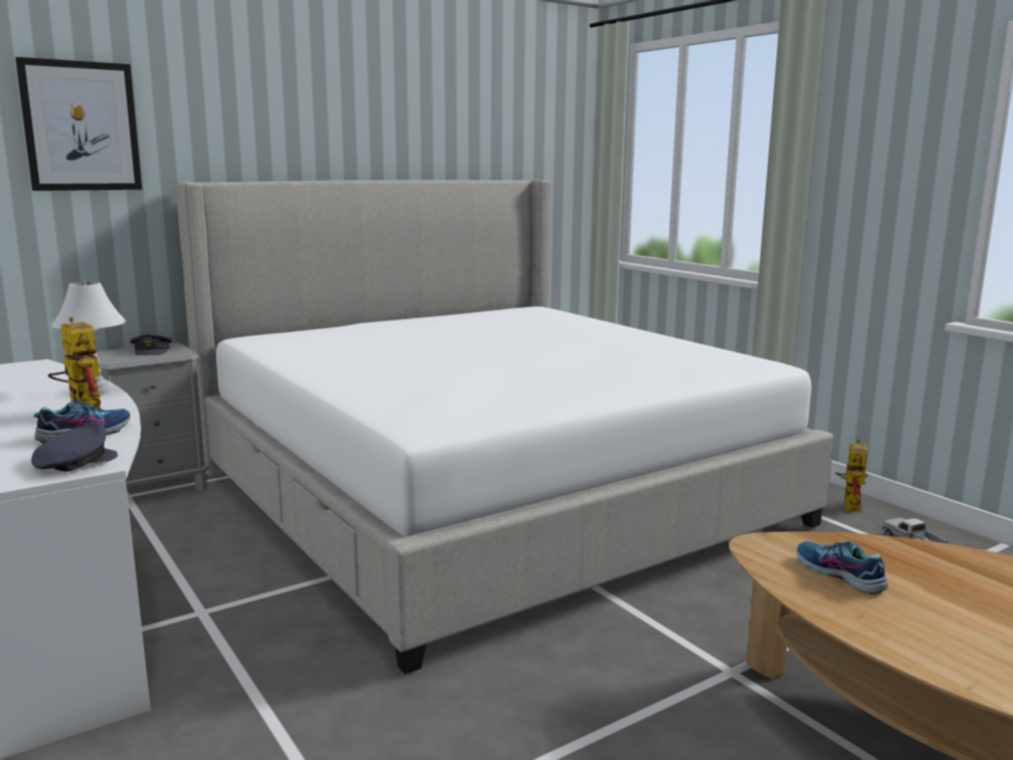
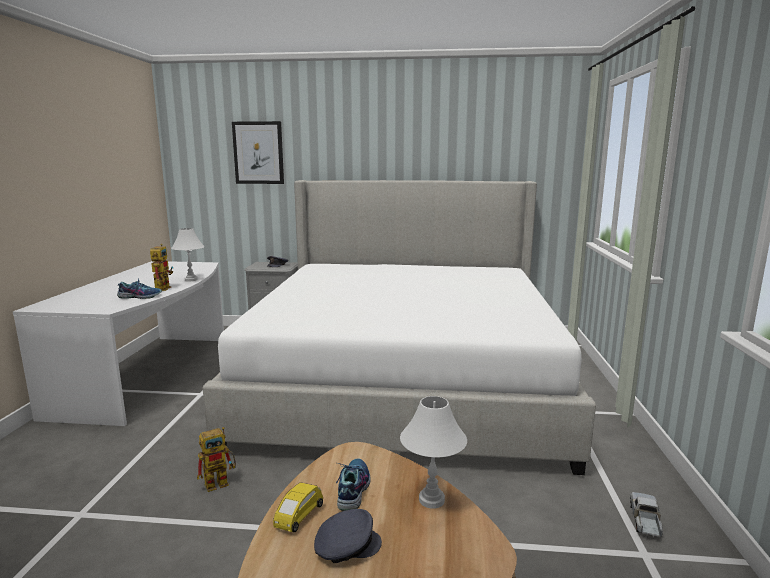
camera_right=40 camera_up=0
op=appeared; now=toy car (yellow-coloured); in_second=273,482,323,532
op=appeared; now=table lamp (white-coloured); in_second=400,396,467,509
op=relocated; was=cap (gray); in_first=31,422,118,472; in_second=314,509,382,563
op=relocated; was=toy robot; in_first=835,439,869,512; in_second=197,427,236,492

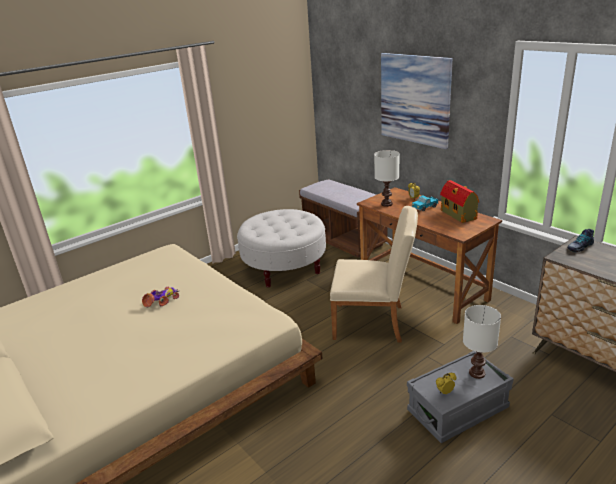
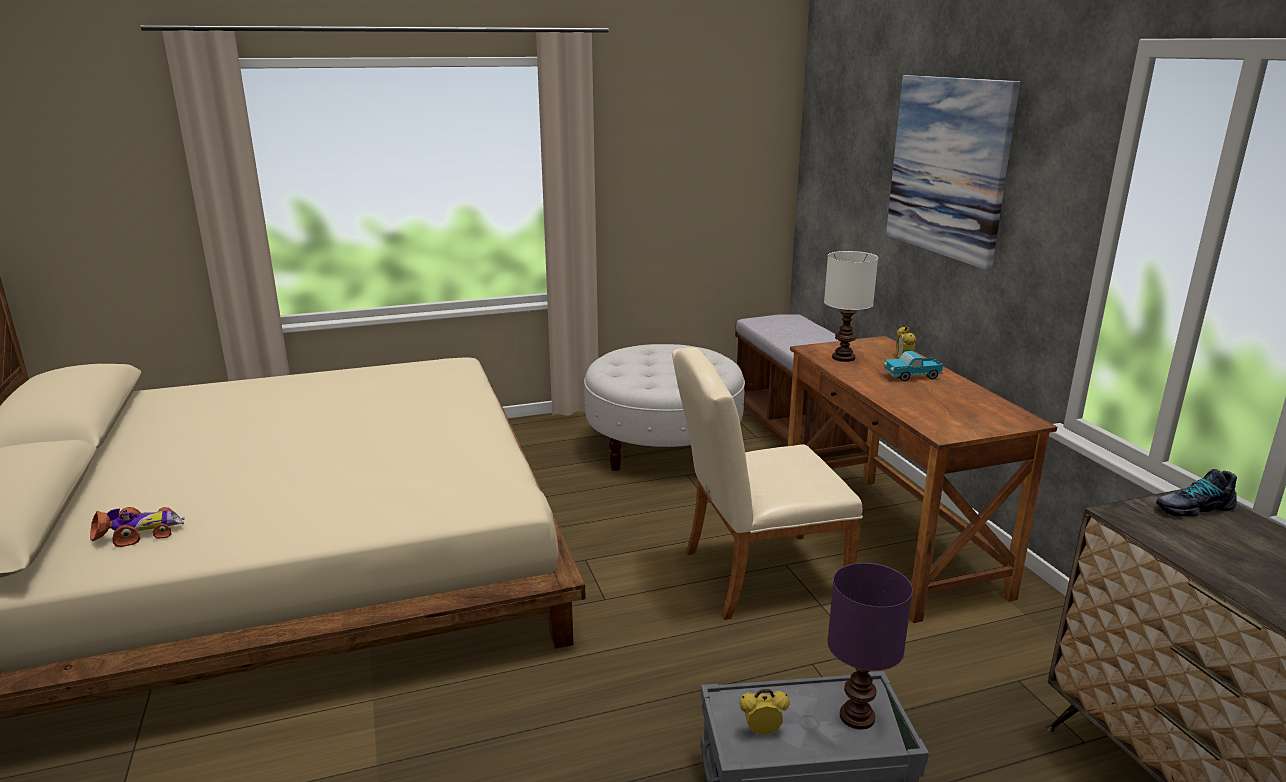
camera_right=20 camera_up=-5
op=missing; was=model house; in_first=440,180,479,223
op=relocated; was=toy car; in_first=142,287,180,307; in_second=90,507,185,547
op=colour; was=table lamp (white-coloured); now=table lamp (purple-coloured); in_first=463,305,501,379; in_second=827,563,913,730
op=spun; was=plain chair (beige); in_first=330,206,418,343; in_second=672,347,863,620; clockwise=135

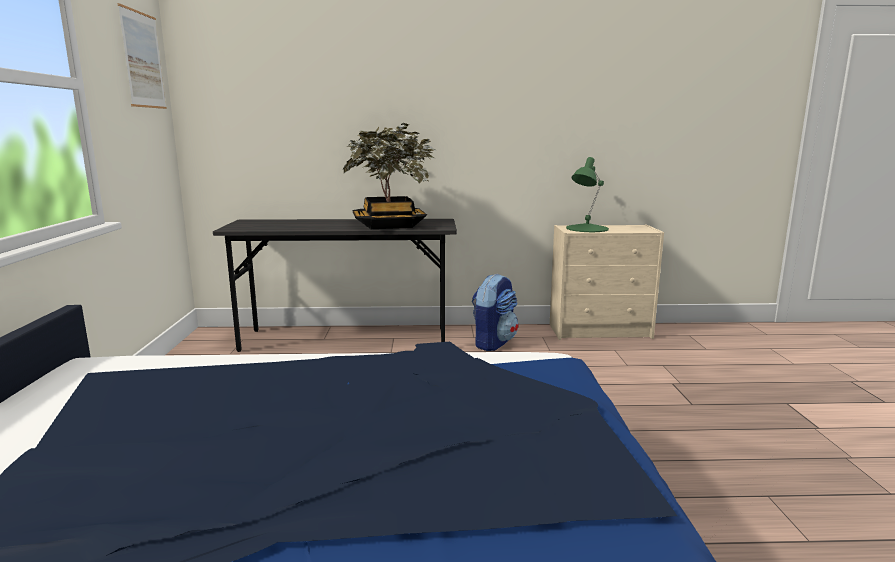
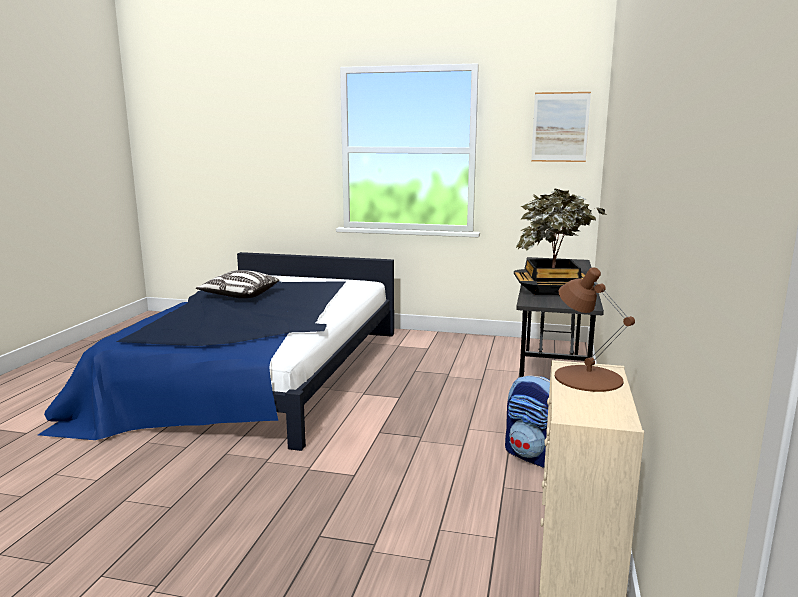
camera_right=105 camera_up=0
op=appeared; now=throw pillow; in_second=196,270,279,298
op=colour; was=table lamp (green-coloured); now=table lamp (brown-coloured); in_first=566,157,609,232; in_second=555,267,635,392

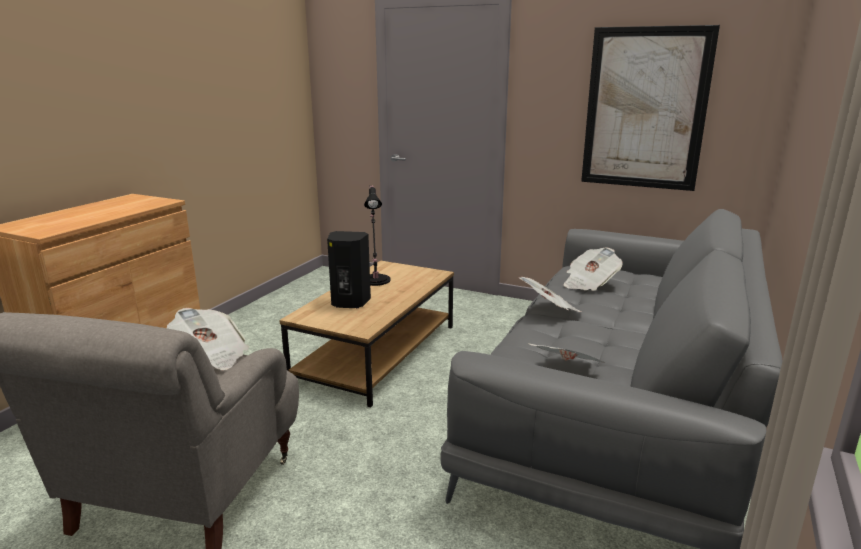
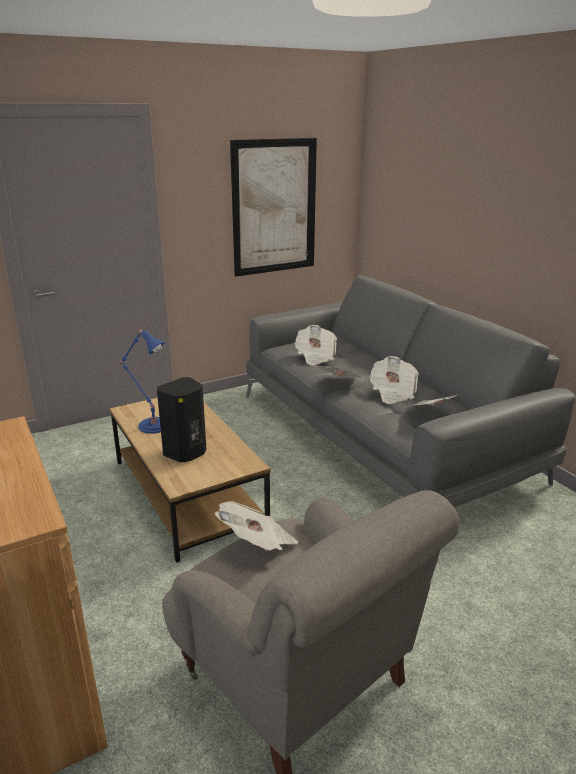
camera_right=-55 camera_up=5
op=appeared; now=daily paper; in_second=369,356,419,404
op=colour; was=table lamp (blackish); now=table lamp (blue); in_first=364,185,390,286; in_second=118,329,165,434

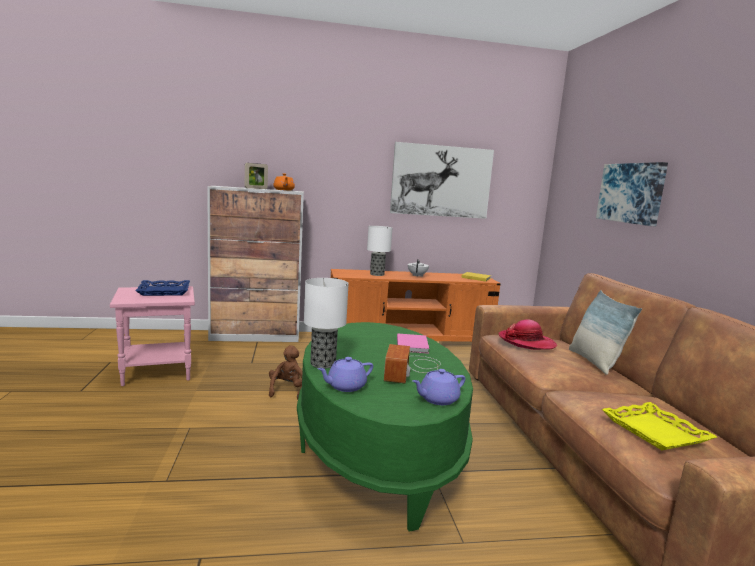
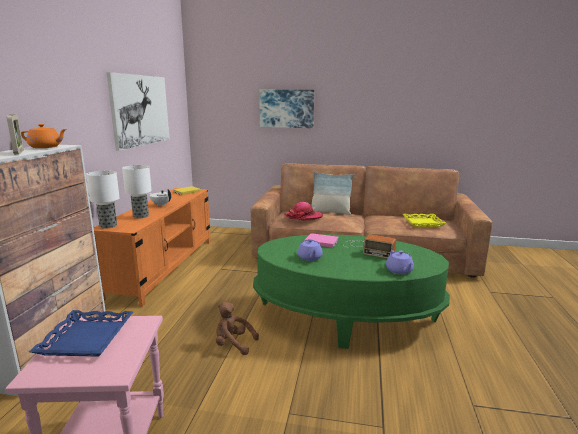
camera_right=-70 camera_up=5
op=relocated; was=table lamp; in_first=304,278,349,369; in_second=86,171,120,229
op=relocated; was=pot for tea (purple-coloured); in_first=412,369,465,405; in_second=297,239,323,261

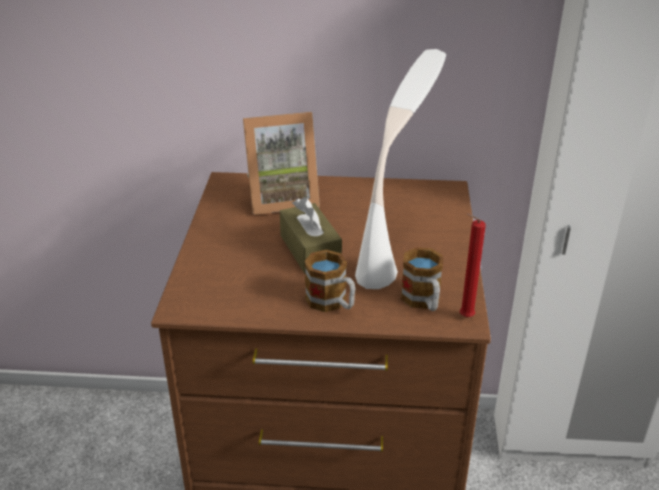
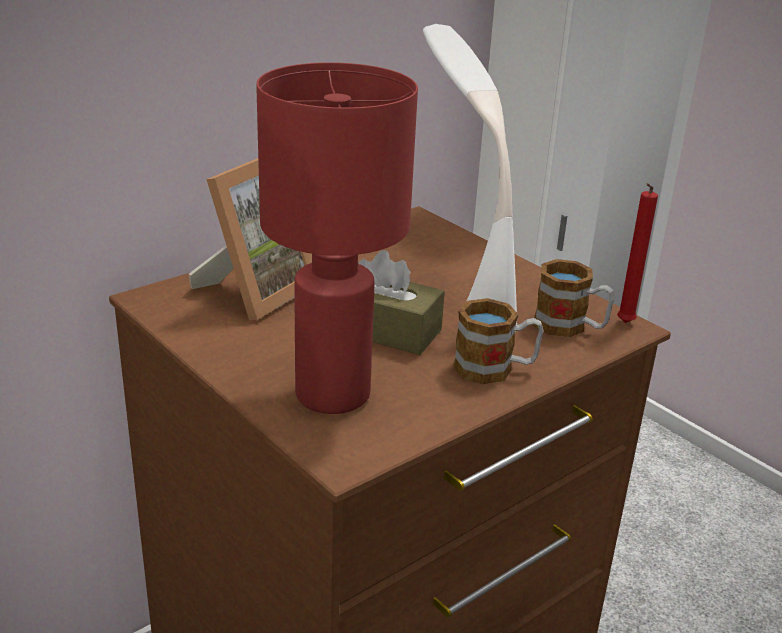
camera_right=-45 camera_up=-5
op=appeared; now=table lamp (red); in_second=256,62,418,414

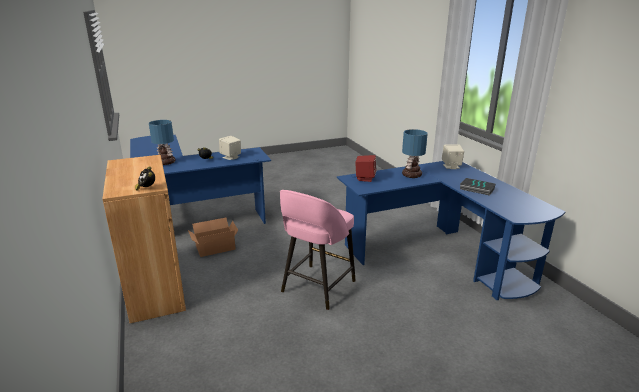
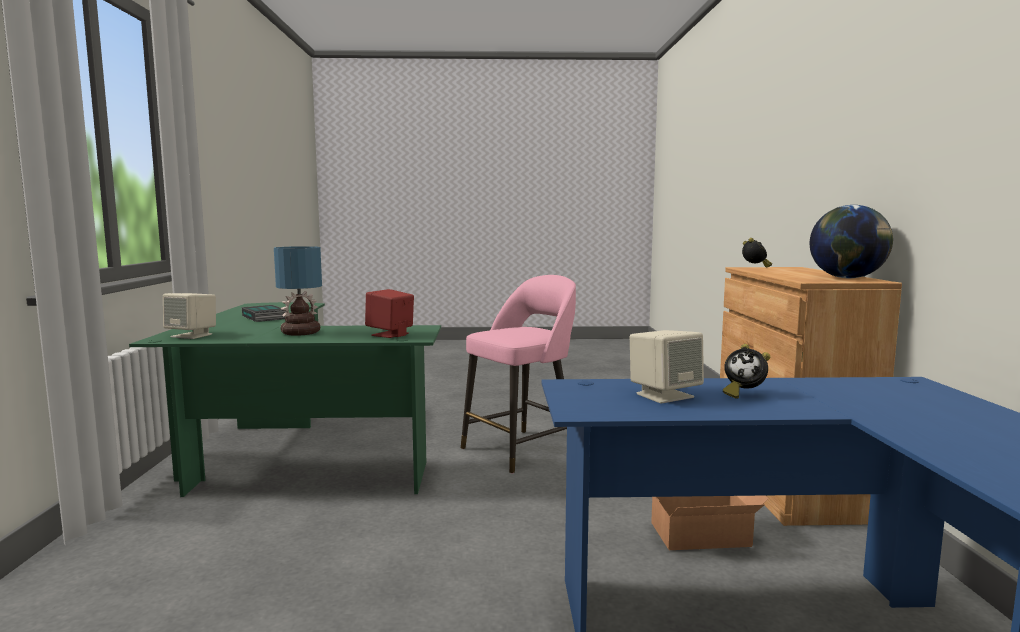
camera_right=-160 camera_up=-15
op=missing; was=table lamp; in_first=149,120,176,165
op=appeared; now=globe; in_second=810,205,893,278
op=colour; was=desk (blue); now=desk (green-coloured); in_first=337,161,565,300; in_second=129,302,441,497

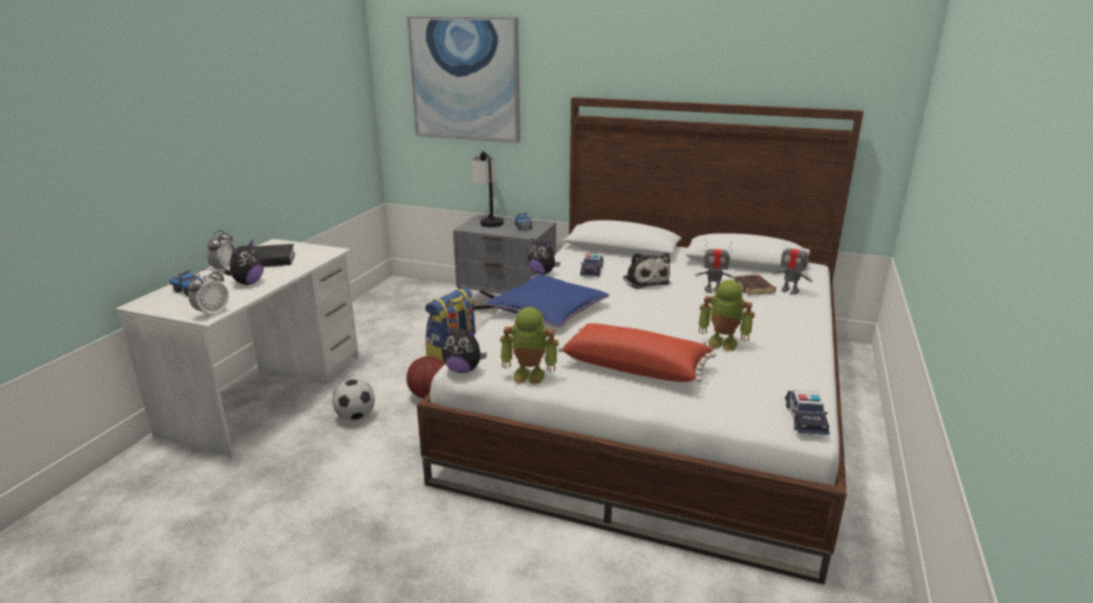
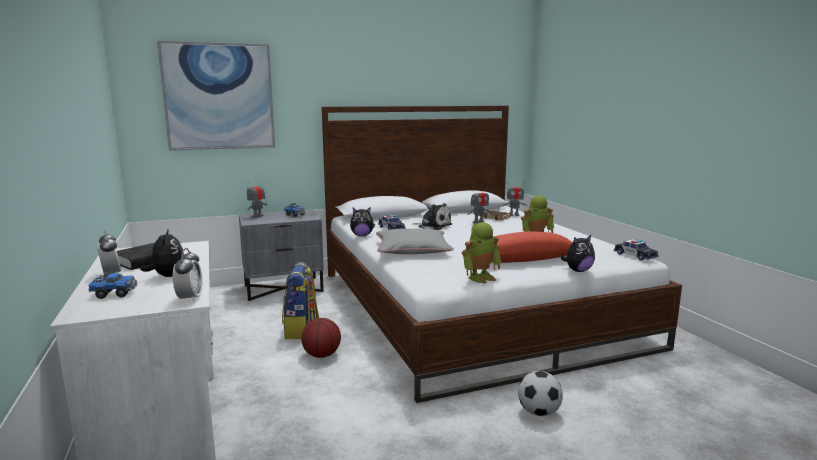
camera_right=-40 camera_up=-10
op=relocated; was=football ball; in_first=332,379,375,420; in_second=518,371,563,416
op=relocated; was=plush toy; in_first=442,326,487,373; in_second=561,235,595,272
op=exchanged; was=table lamp; now=toy robot; in_first=472,151,504,227; in_second=247,182,267,218
op=colour; was=throw pillow (blue); now=throw pillow (gray); in_first=485,275,609,327; in_second=376,229,454,254

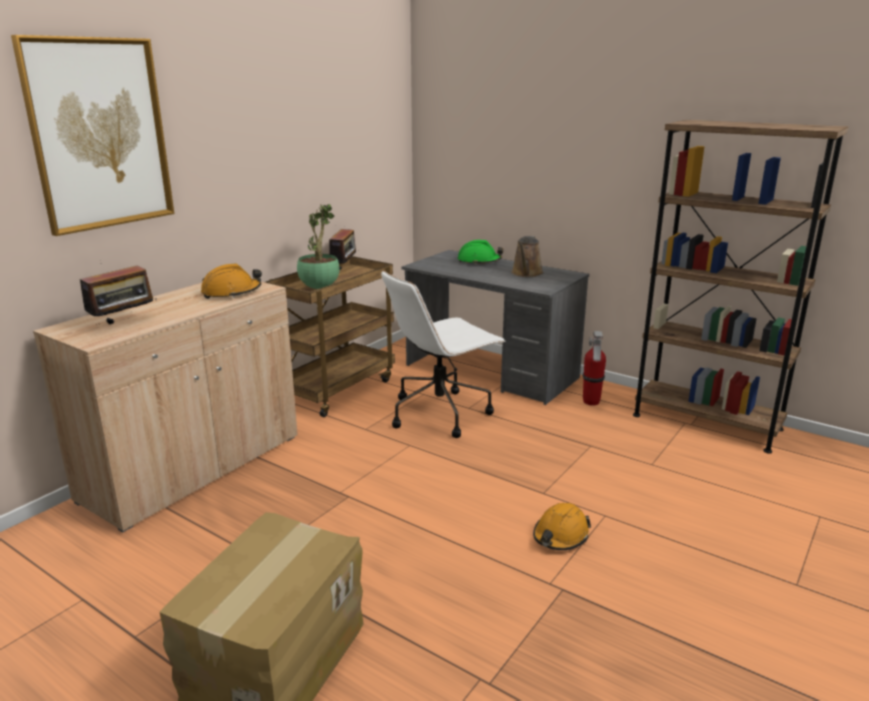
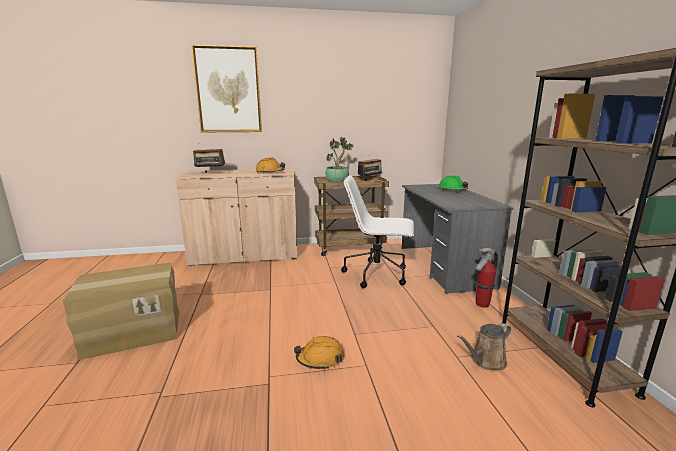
camera_right=45 camera_up=-5
op=relocated; was=sprinkling can (brown-coloured); in_first=511,236,543,277; in_second=457,323,511,370

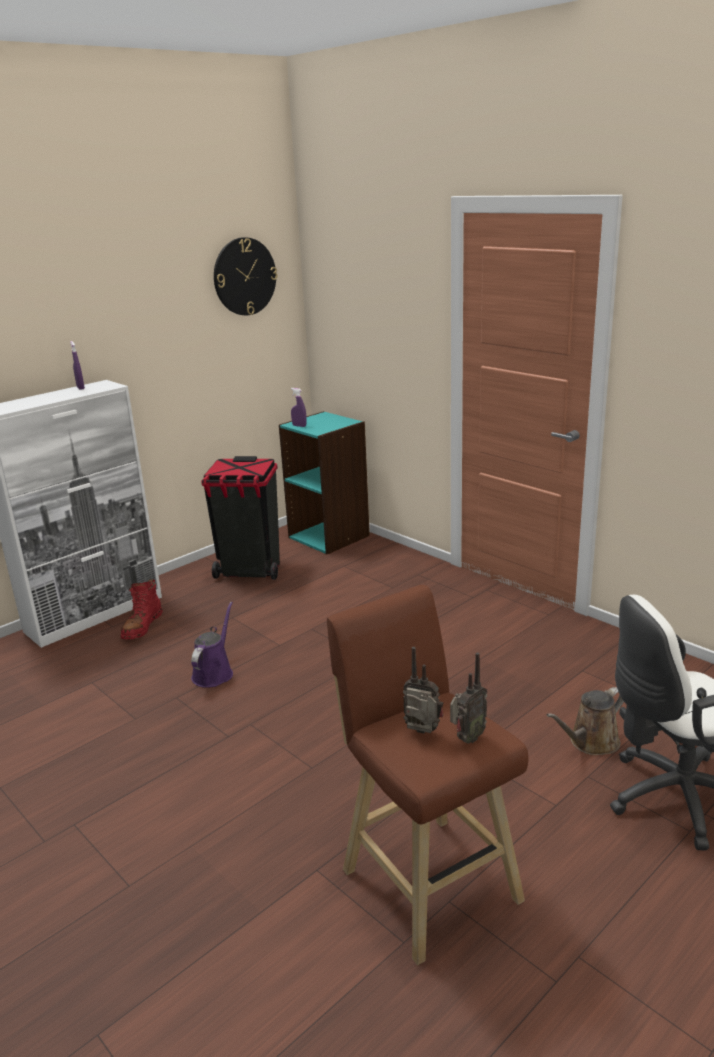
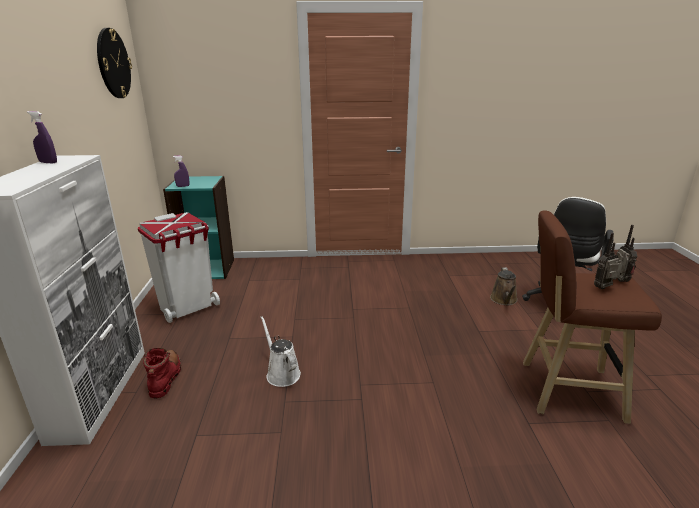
camera_right=-50 camera_up=0
op=colour; was=sprinkling can (purple-coloured); now=sprinkling can (white-coloured); in_first=191,602,233,688; in_second=261,316,301,387
op=colour; was=waste bin (blackish); now=waste bin (white-coloured); in_first=201,456,280,580; in_second=138,212,220,323
op=spun; was=tall boot (red); in_first=120,579,162,639; in_second=143,348,181,399; clockwise=-150

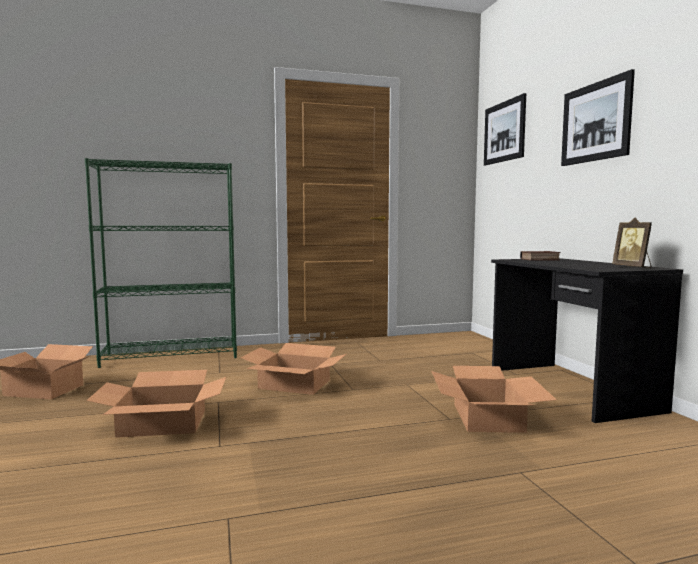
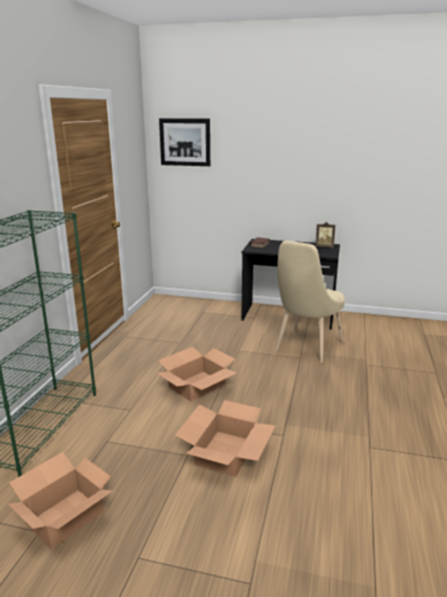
camera_right=-60 camera_up=15
op=missing; was=wall art; in_first=561,69,635,166
op=exchanged; was=cardboard box; now=plain chair (beige); in_first=431,366,557,433; in_second=275,241,345,363

